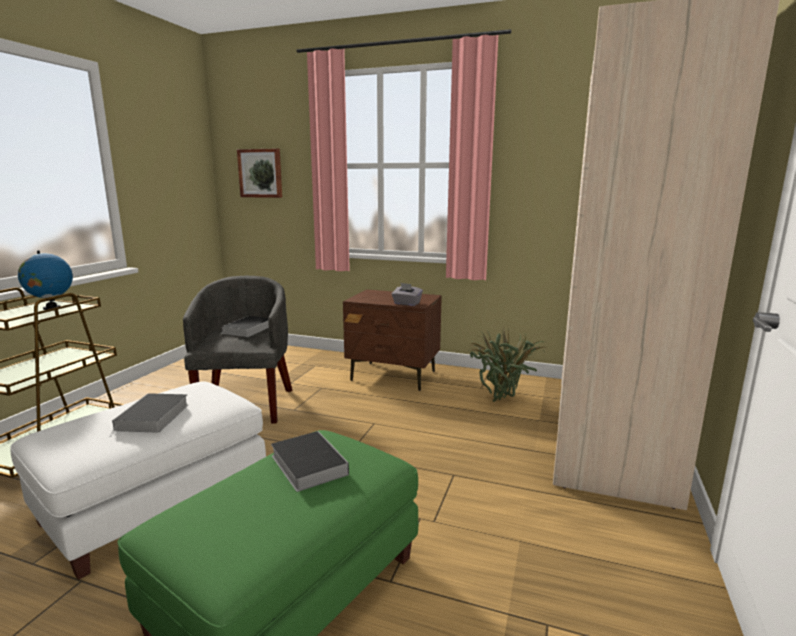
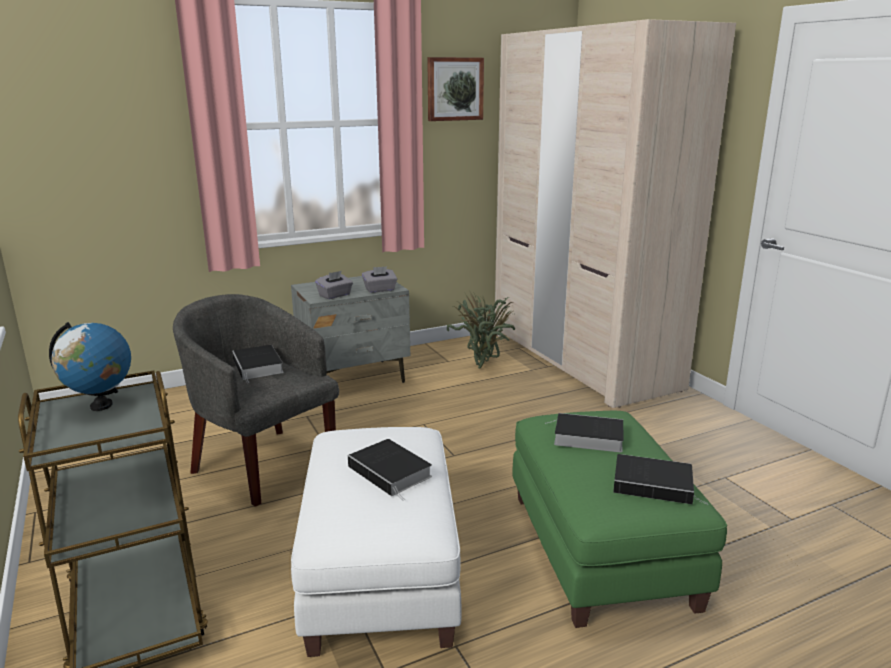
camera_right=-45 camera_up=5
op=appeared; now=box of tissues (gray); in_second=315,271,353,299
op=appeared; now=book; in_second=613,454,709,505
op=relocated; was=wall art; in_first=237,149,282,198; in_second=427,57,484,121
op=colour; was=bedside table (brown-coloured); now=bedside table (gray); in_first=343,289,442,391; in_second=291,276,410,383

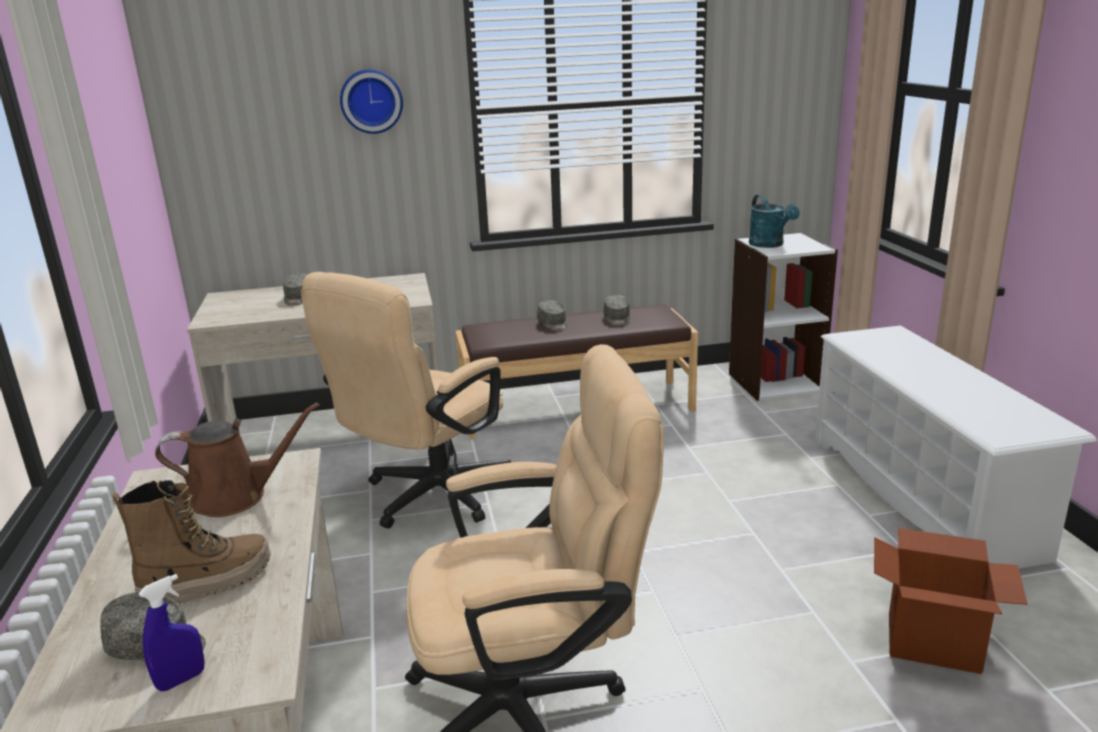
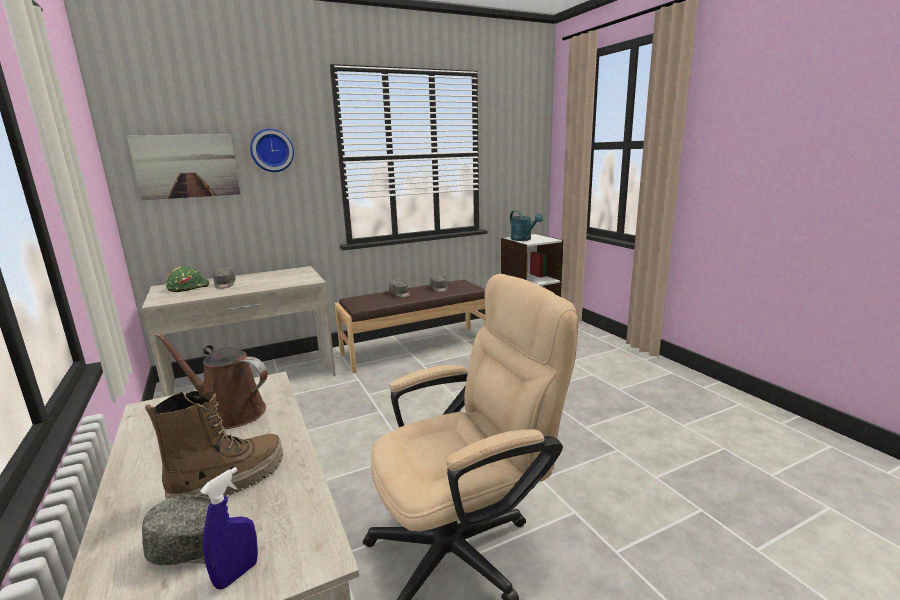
camera_right=-15 camera_up=-5
op=missing; was=computer chair (beige); in_first=301,272,511,528
op=missing; was=shoe rack (white-coloured); in_first=815,325,1097,568
op=missing; was=cardboard box; in_first=874,528,1028,674
op=appeared; now=wall art; in_second=127,134,240,200
op=appeared; now=work helmet (green-coloured); in_second=166,266,209,292
op=spun; was=sprinkling can (brown-coloured); in_first=155,403,320,517; in_second=155,333,268,429; clockwise=-135

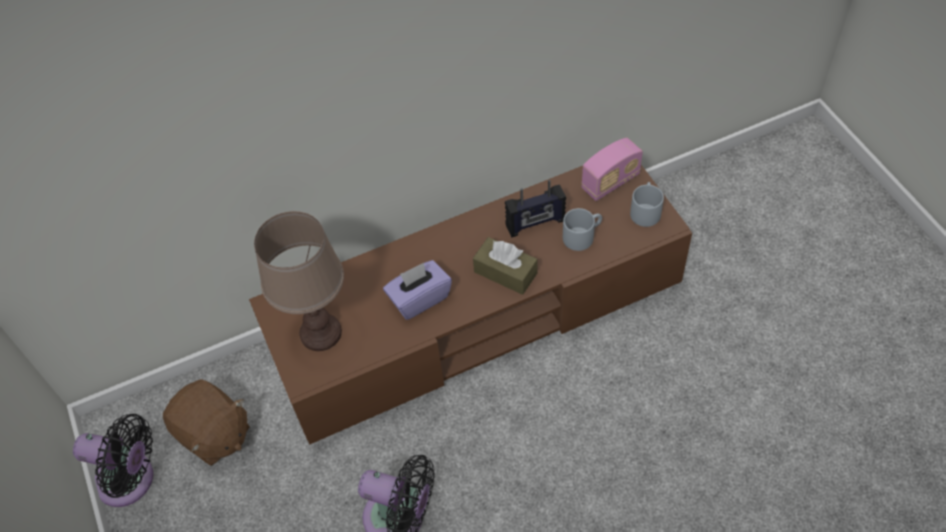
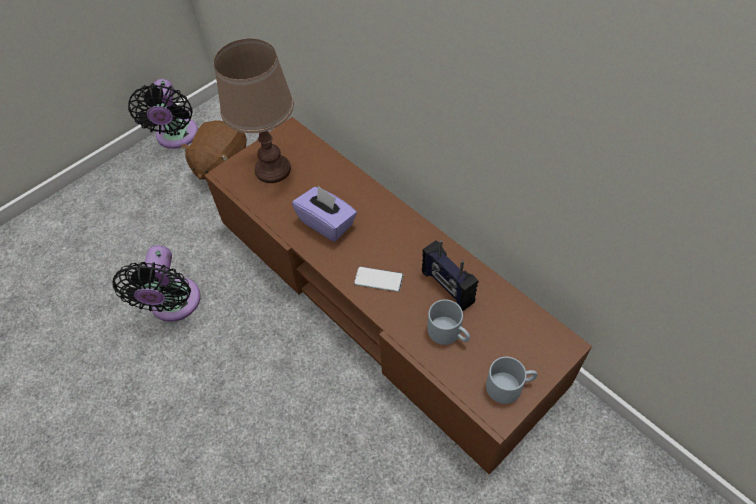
camera_right=70 camera_up=0
op=missing; was=radio set; in_first=581,138,643,201
op=exchanged; was=box of tissues (brown-coloured); now=handset; in_first=473,237,538,295; in_second=354,267,403,292

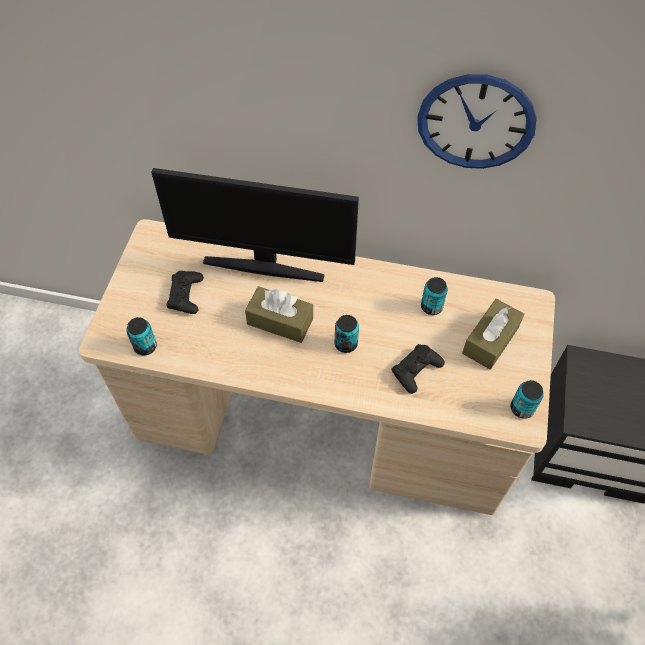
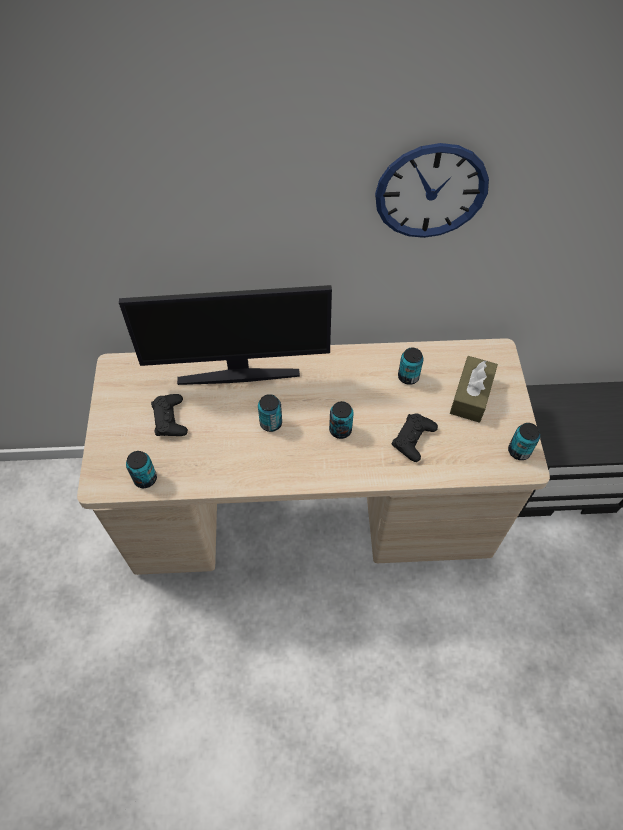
camera_right=-15 camera_up=0
op=exchanged; was=box of tissues (brown-coloured); now=sealed can; in_first=245,286,313,343; in_second=258,394,282,432

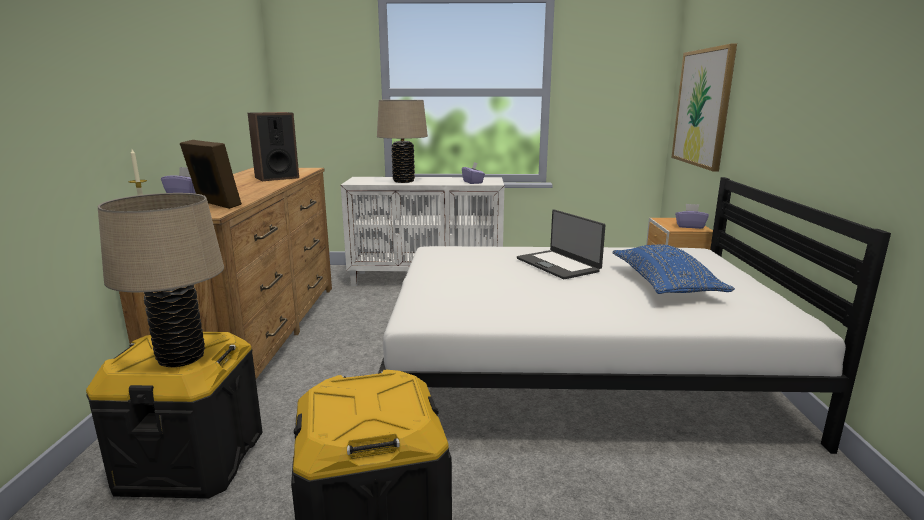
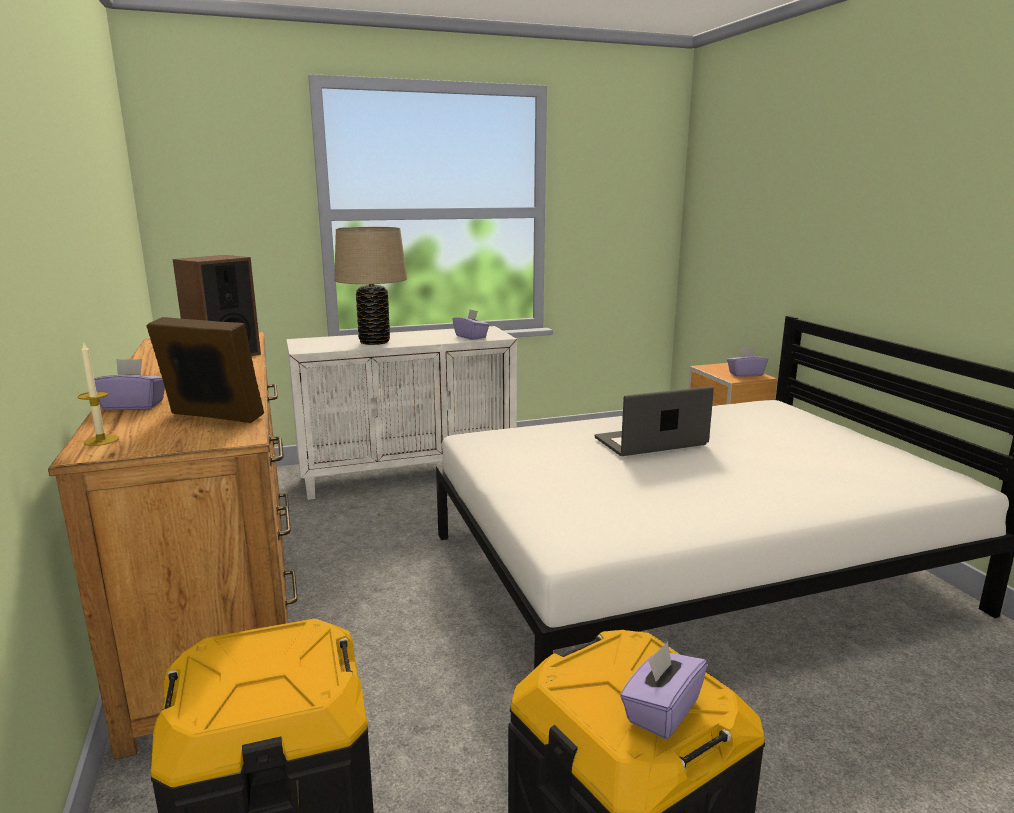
camera_right=-20 camera_up=0
op=missing; was=table lamp (beige); in_first=98,193,224,368
op=missing; was=throw pillow (blue); in_first=612,245,735,294
op=missing; was=wall art; in_first=671,44,737,172
op=appeared; now=box of tissues (purple-coloured); in_second=620,641,707,740
op=spun; was=portable computer; in_first=517,209,606,279; in_second=595,386,714,456; clockwise=120

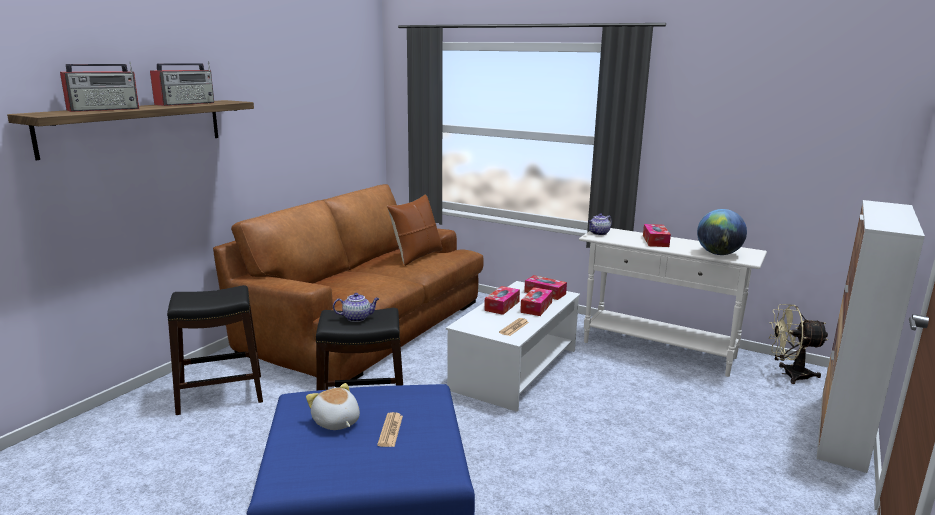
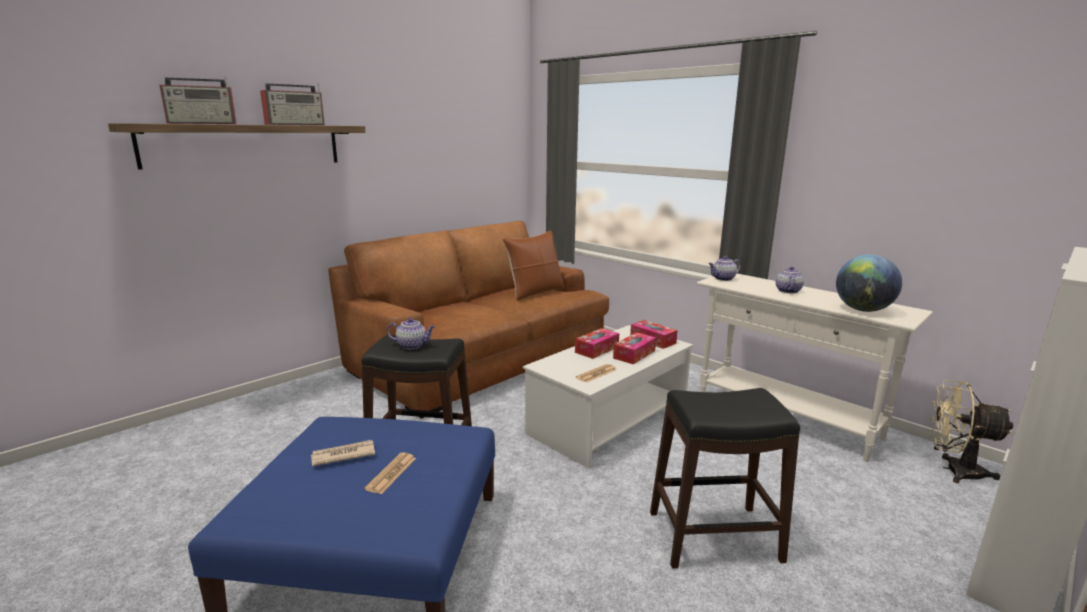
camera_right=15 camera_up=0
op=relocated; was=sitting stool (blackish); in_first=167,285,263,415; in_second=650,388,800,569
op=exchanged; was=plush toy; now=daily paper; in_first=306,383,360,430; in_second=311,440,375,466
op=exchanged; was=box of tissues; now=pot for tea; in_first=643,224,671,247; in_second=776,267,804,294

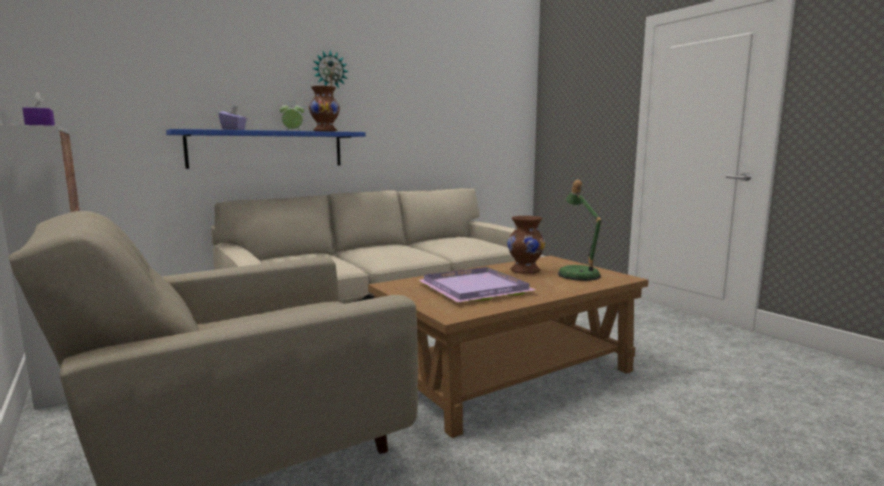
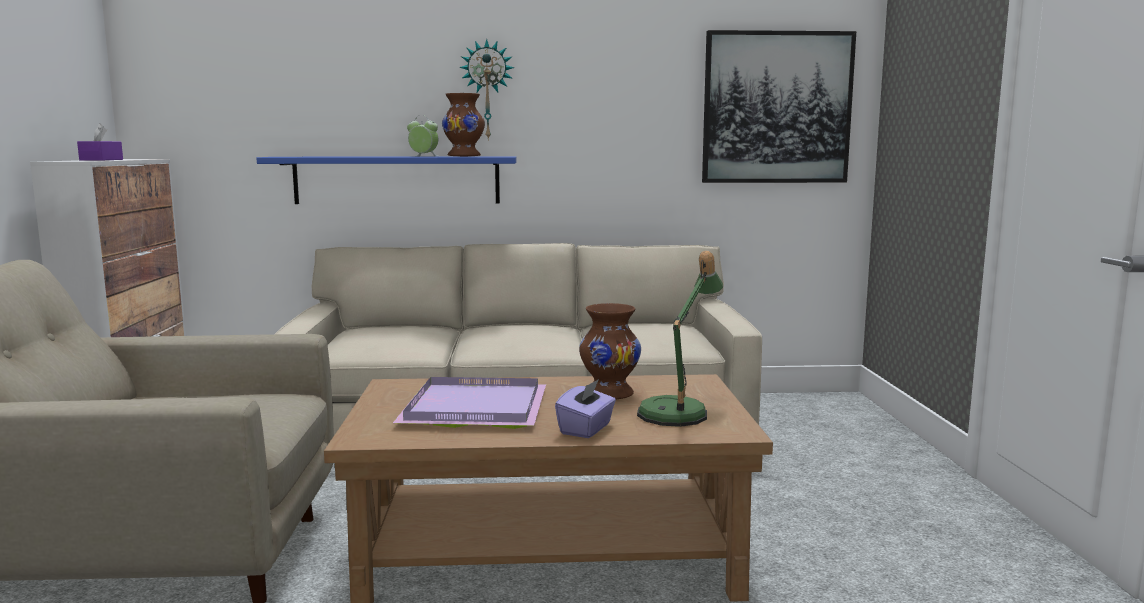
camera_right=30 camera_up=0
op=appeared; now=wall art; in_second=702,30,856,183
op=relocated; was=box of tissues (purple-coloured); in_first=219,106,247,130; in_second=555,379,616,438

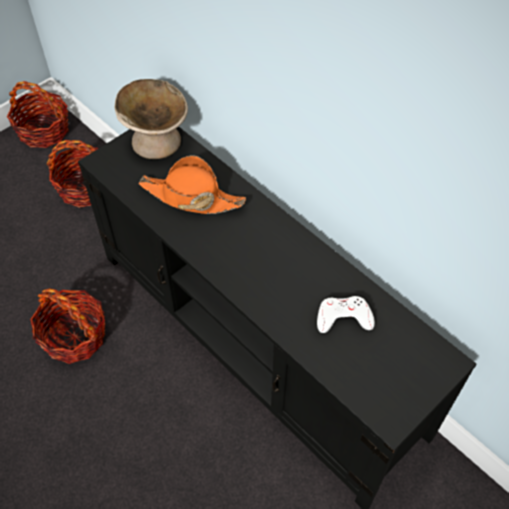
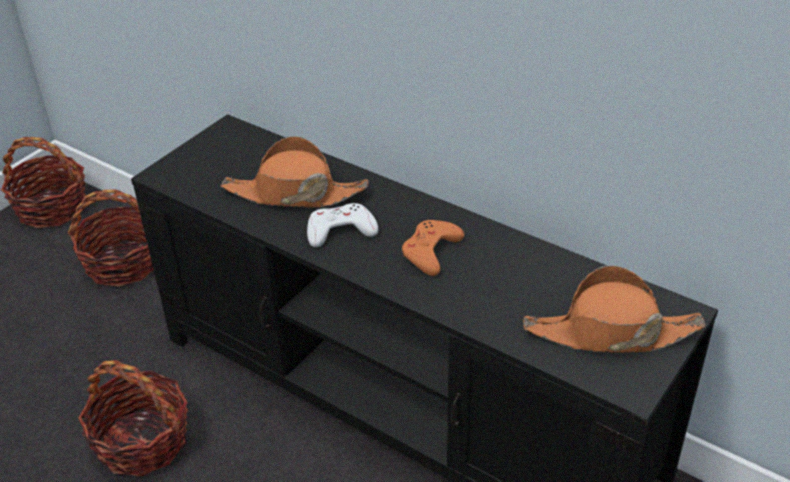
camera_right=-10 camera_up=-15
op=missing; was=deep dish (beige); in_first=115,79,188,159
op=appeared; now=joypad (orange-coloured); in_second=402,220,464,276
op=appeared; now=wearable hat (orange-coloured); in_second=523,265,705,353
op=relocated; was=joypad (white-coloured); in_first=317,296,375,333; in_second=307,203,378,247

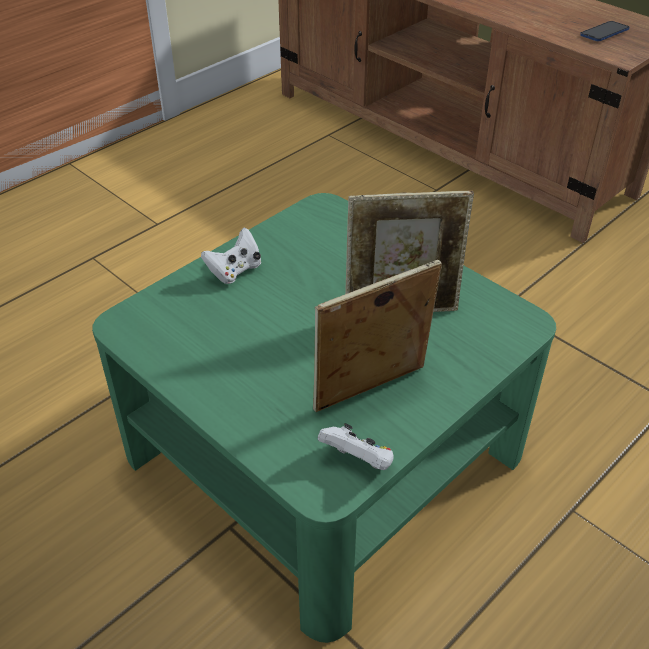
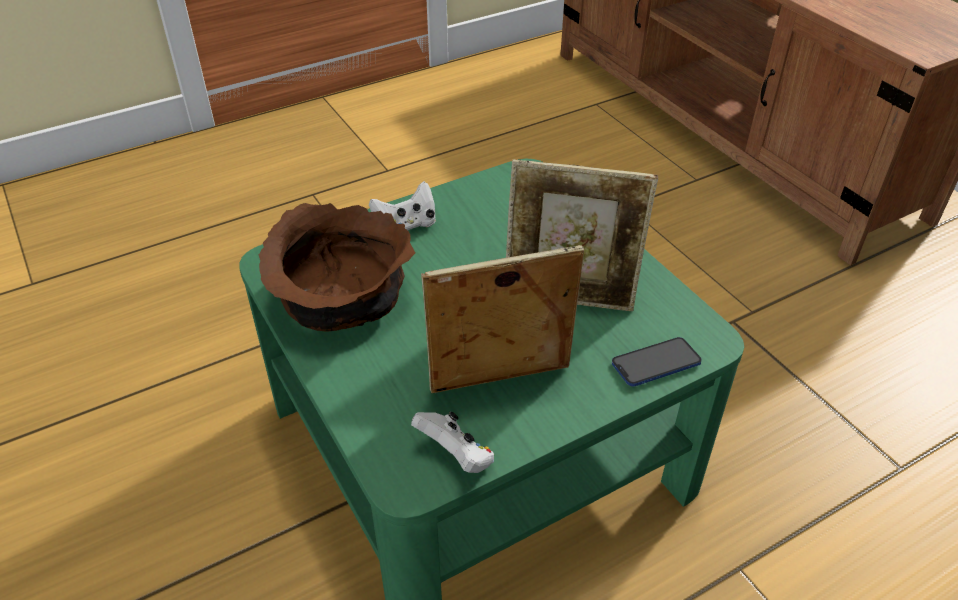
camera_right=15 camera_up=0
op=appeared; now=deep dish (brown-coloured); in_second=259,203,415,332
op=relocated; was=handset; in_first=580,21,629,41; in_second=612,337,702,386

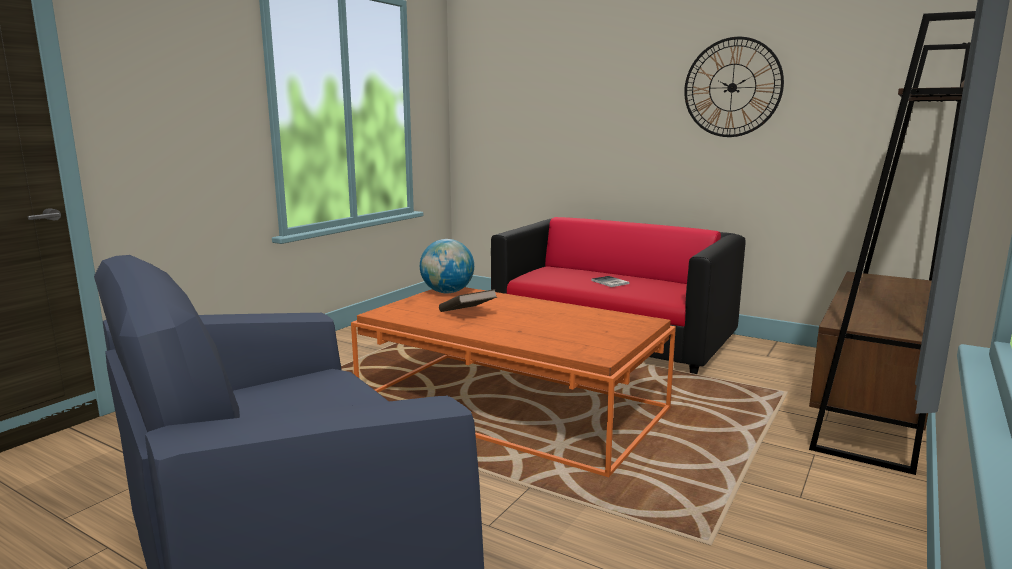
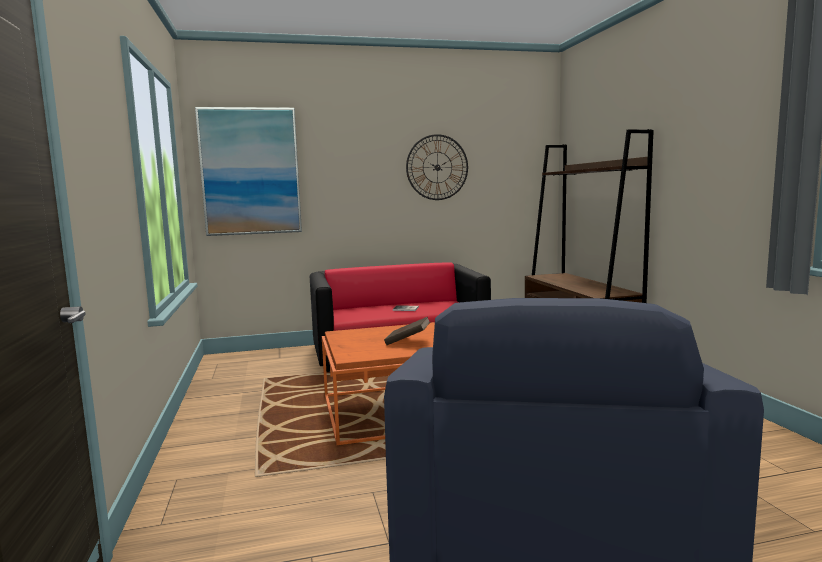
camera_right=-45 camera_up=-5
op=missing; was=globe; in_first=420,239,474,293
op=appeared; now=wall art; in_second=195,107,302,236

